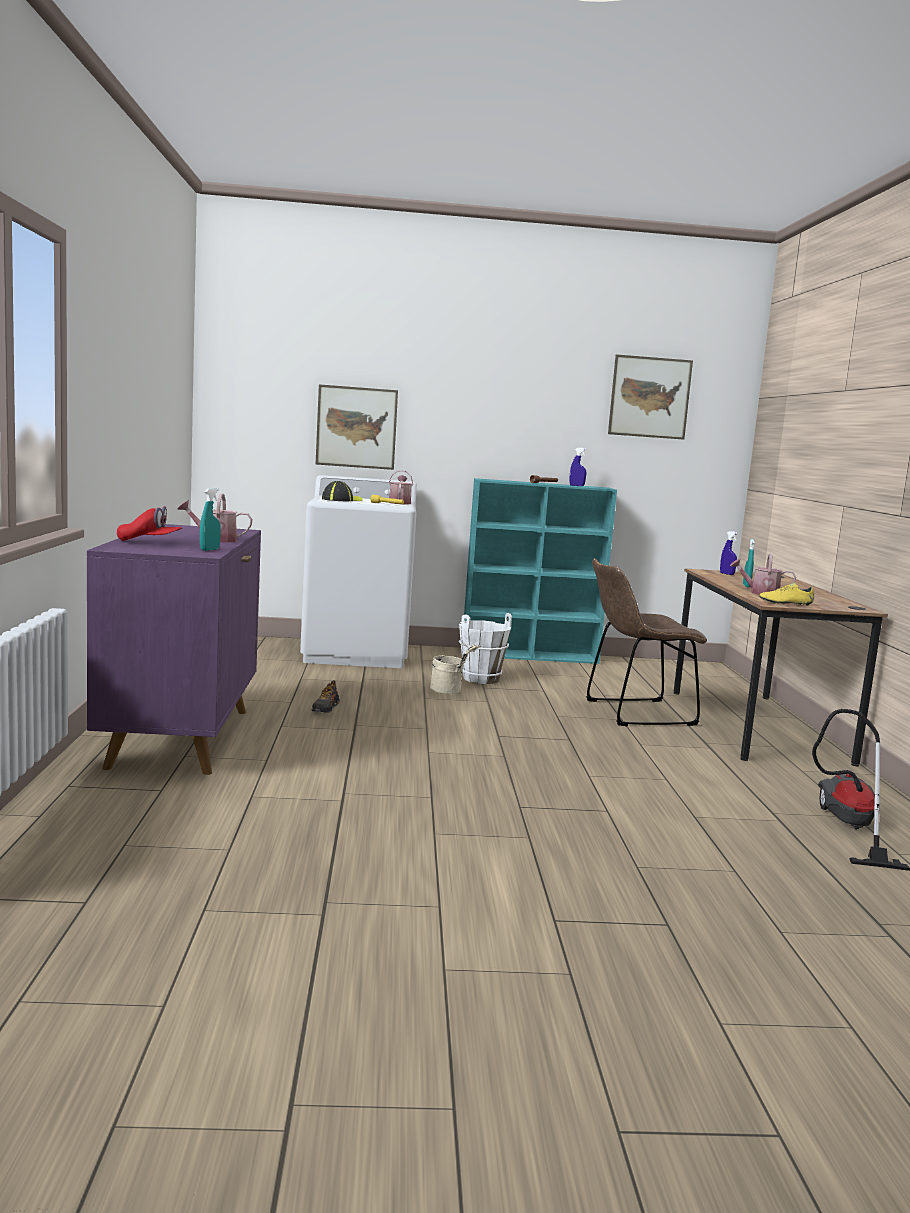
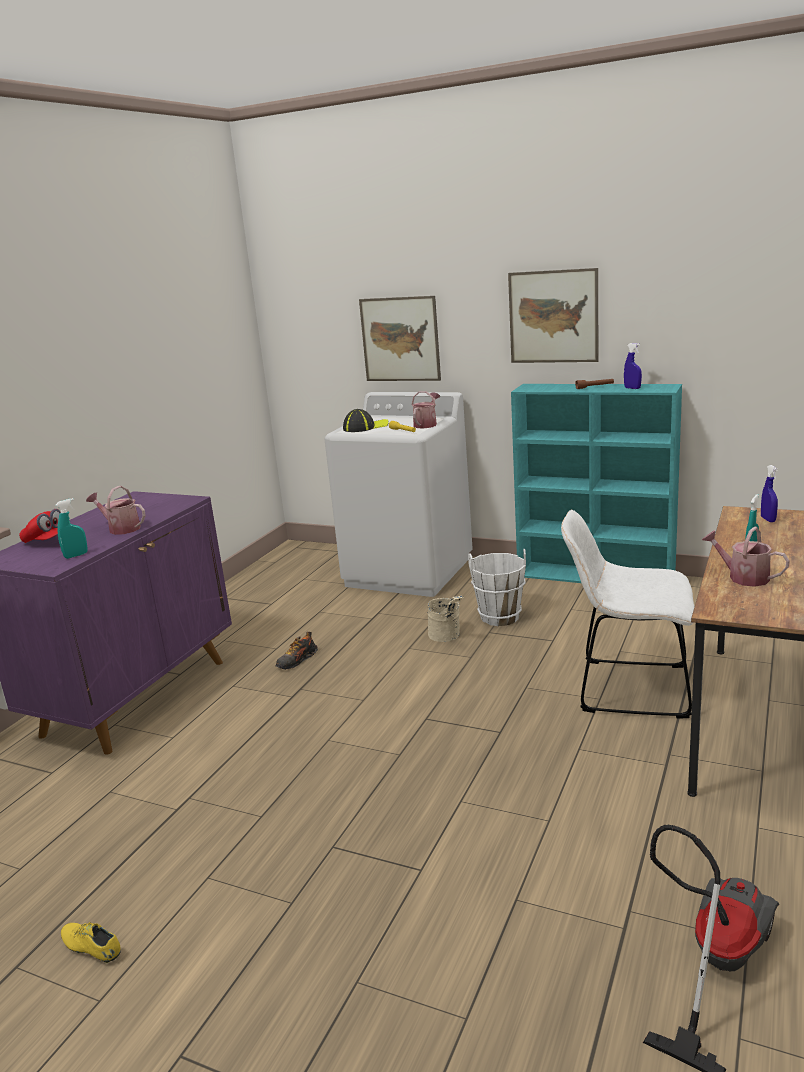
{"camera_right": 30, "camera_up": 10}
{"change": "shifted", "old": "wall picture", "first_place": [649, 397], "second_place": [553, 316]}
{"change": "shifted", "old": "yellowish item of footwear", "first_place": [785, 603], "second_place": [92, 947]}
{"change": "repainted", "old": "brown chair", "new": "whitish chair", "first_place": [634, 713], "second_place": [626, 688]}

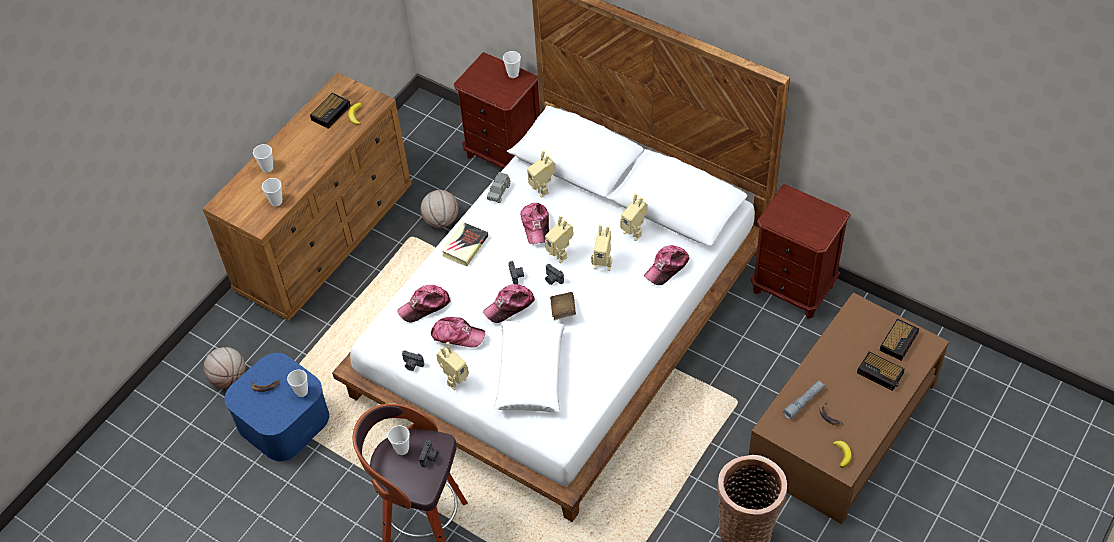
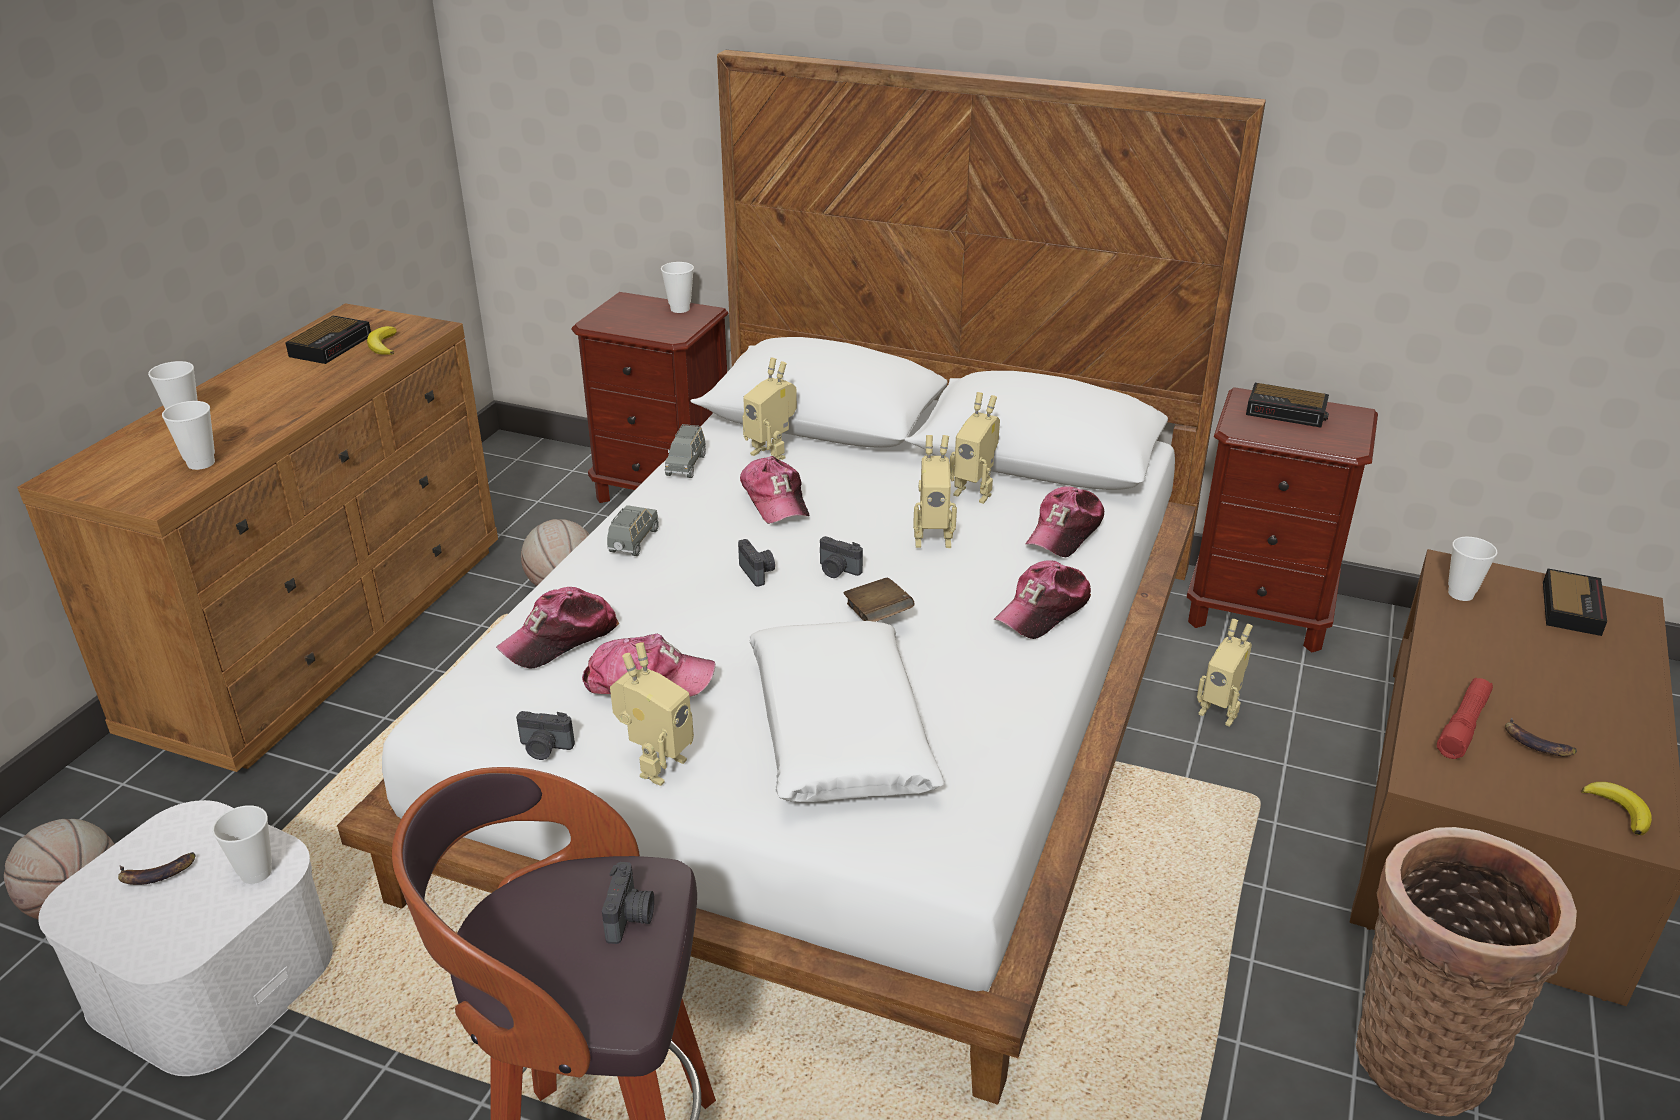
{"camera_right": -15, "camera_up": -20}
{"change": "shifted", "old": "drinking cup", "first_place": [402, 449], "second_place": [1460, 594]}
{"change": "shifted", "old": "cap", "first_place": [509, 306], "second_place": [1043, 610]}
{"change": "shifted", "old": "model robot", "first_place": [560, 254], "second_place": [1220, 711]}
{"change": "shifted", "old": "bedside clock", "first_place": [881, 373], "second_place": [1288, 412]}
{"change": "swapped", "old": "bound book", "new": "greyish toy car", "first_place": [465, 246], "second_place": [633, 541]}
{"change": "repainted", "old": "blue storage bin", "new": "whitish storage bin", "first_place": [283, 420], "second_place": [212, 977]}
{"change": "repainted", "old": "greyish flashlight", "new": "red flashlight", "first_place": [804, 402], "second_place": [1463, 725]}

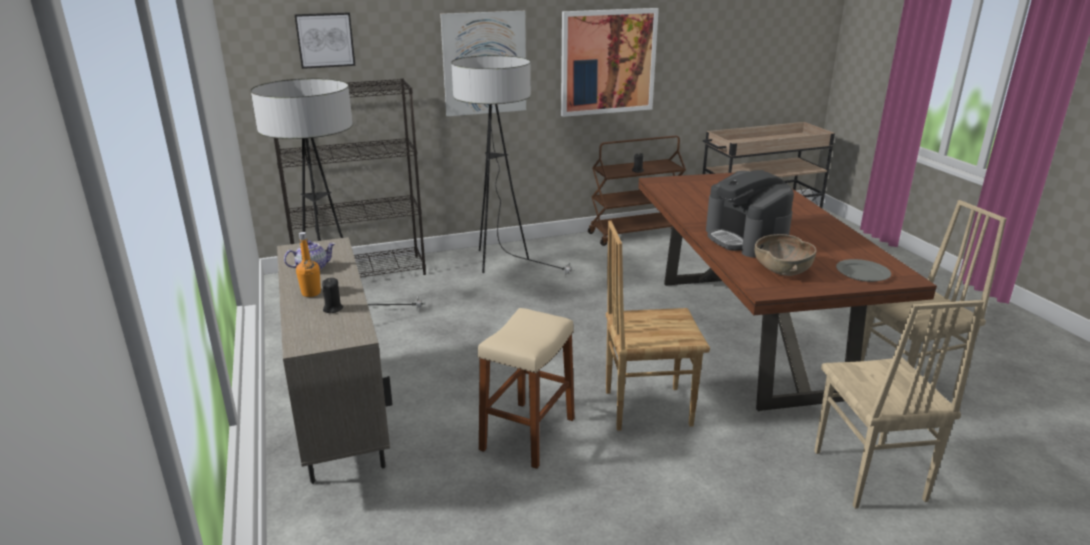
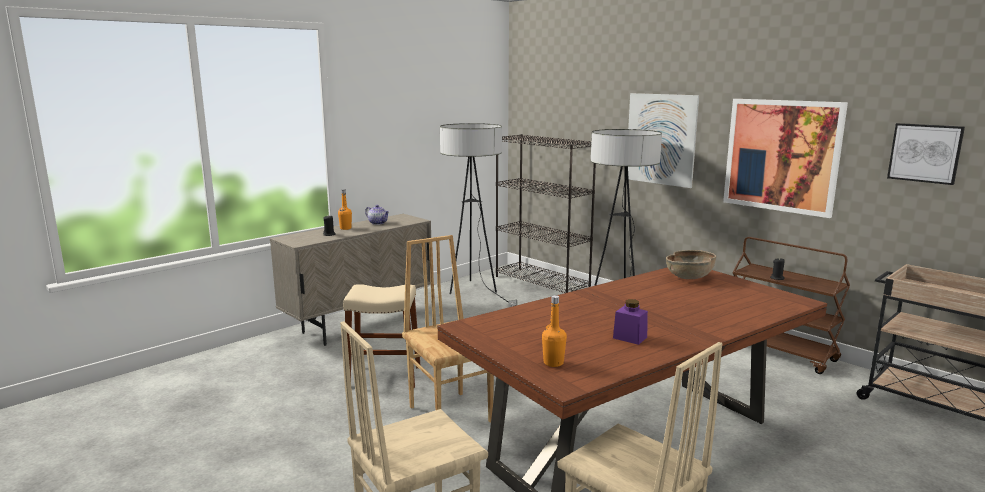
{"camera_right": 65, "camera_up": -10}
{"change": "gone", "old": "coffee maker", "first_place": [746, 239]}
{"change": "new", "new": "purple jar", "second_place": [630, 337]}
{"change": "shifted", "old": "wall picture", "first_place": [325, 40], "second_place": [925, 153]}
{"change": "shifted", "old": "brown bowl", "first_place": [782, 270], "second_place": [689, 277]}
{"change": "swapped", "old": "greyish flat dish", "new": "orange-coloured bottle", "first_place": [862, 273], "second_place": [553, 363]}

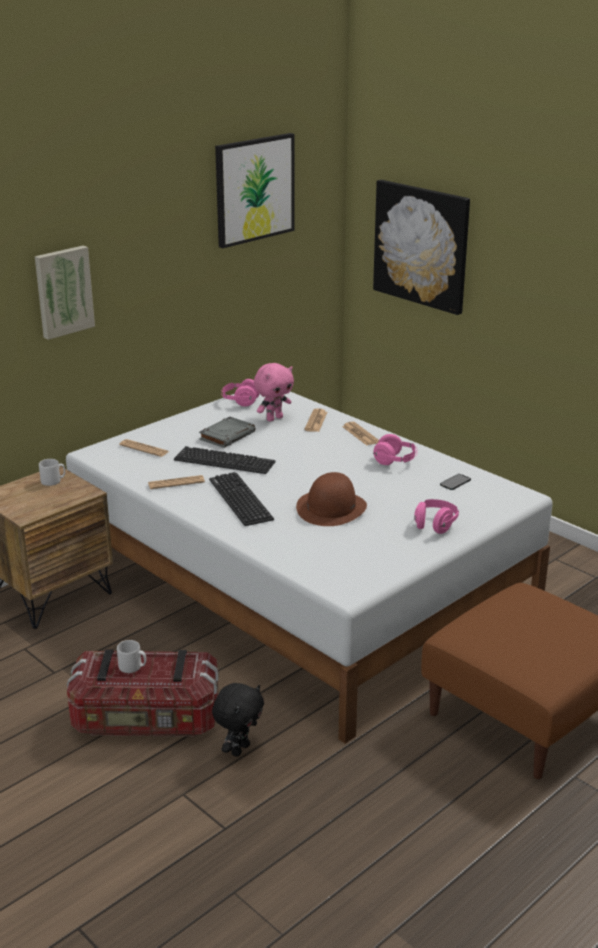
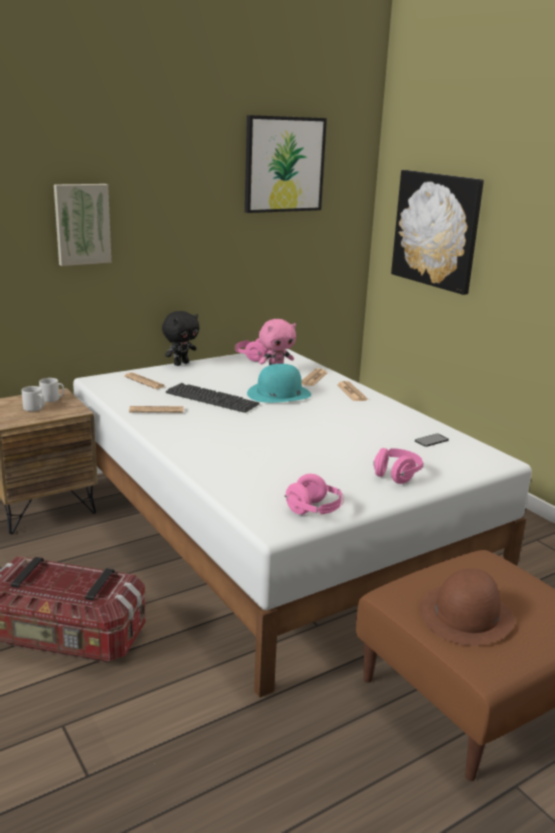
{"camera_right": 10, "camera_up": -5}
{"change": "gone", "old": "greyish bound book", "first_place": [227, 436]}
{"change": "gone", "old": "keyboard", "first_place": [240, 500]}
{"change": "new", "new": "blue-green wearable hat", "second_place": [278, 394]}
{"change": "shifted", "old": "greyish tea mug", "first_place": [133, 667], "second_place": [35, 408]}
{"change": "shifted", "old": "blackish plush toy", "first_place": [239, 749], "second_place": [181, 363]}
{"change": "shifted", "old": "brown wearable hat", "first_place": [331, 508], "second_place": [466, 615]}
{"change": "shifted", "old": "pink pair of headphones", "first_place": [395, 461], "second_place": [314, 511]}

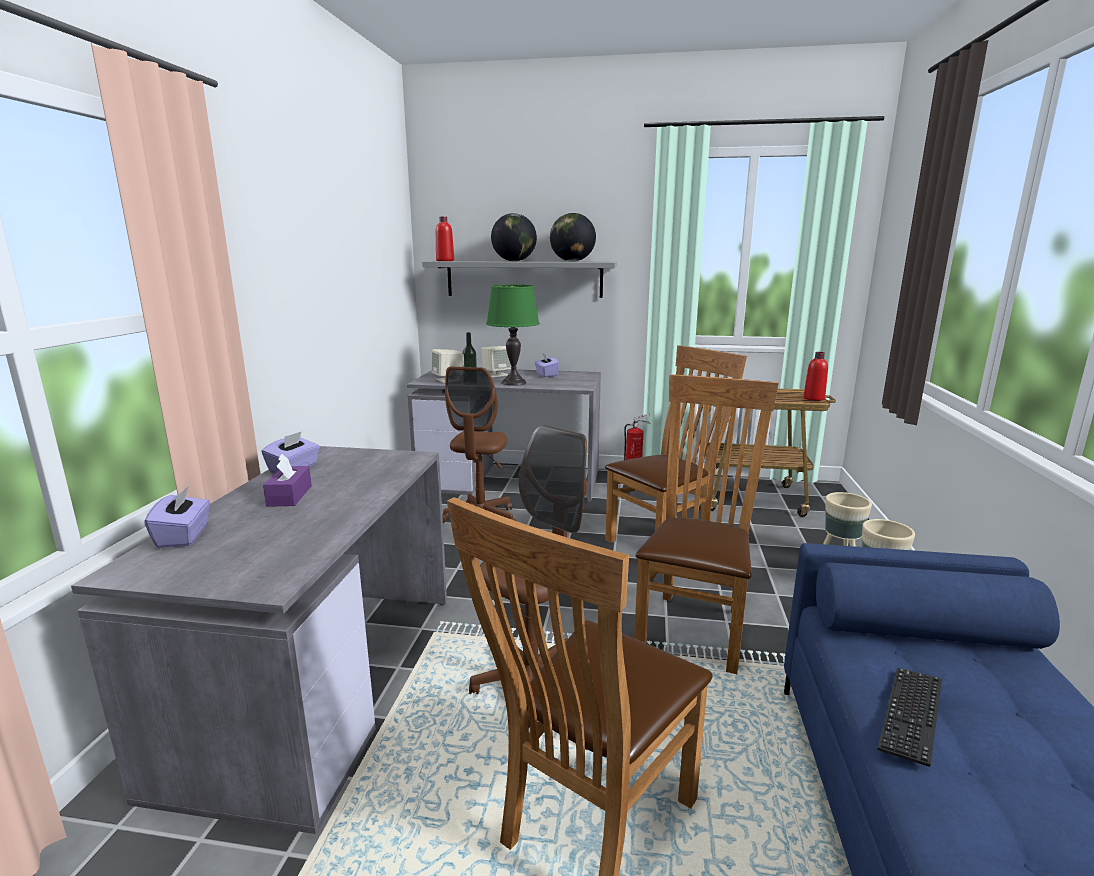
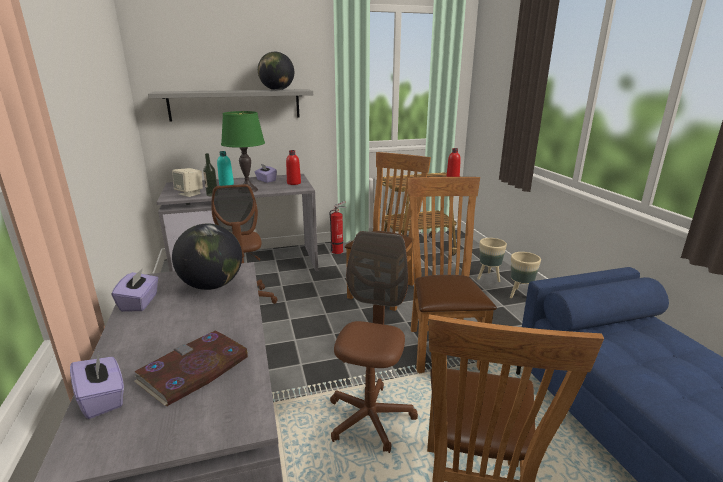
{"camera_right": -25, "camera_up": 5}
{"change": "gone", "old": "purple tissue holder", "first_place": [289, 496]}
{"change": "gone", "old": "keyboard", "first_place": [911, 715]}
{"change": "new", "new": "bound book", "second_place": [194, 370]}
{"change": "shifted", "old": "red bottle", "first_place": [445, 261], "second_place": [294, 183]}
{"change": "shifted", "old": "desk globe", "first_place": [514, 261], "second_place": [212, 285]}
{"change": "swapped", "old": "sand-coloured speaker", "new": "blue-green bottle", "first_place": [497, 374], "second_place": [226, 184]}

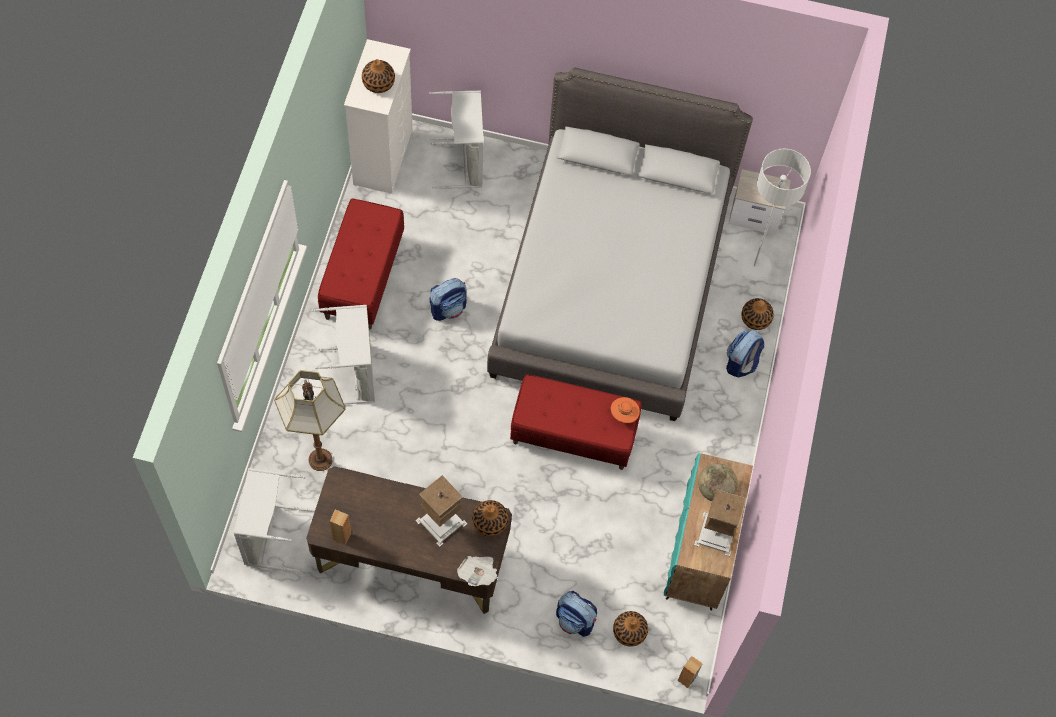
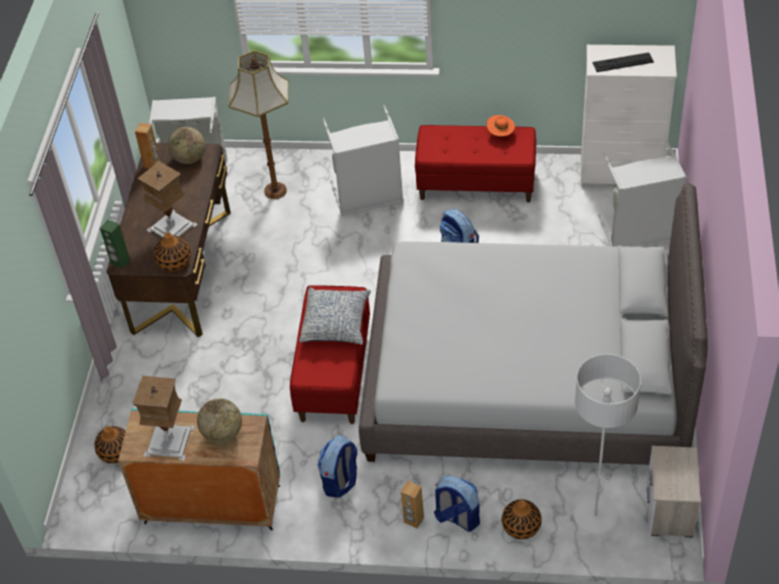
{"camera_right": 90, "camera_up": -15}
{"change": "new", "new": "desk globe", "second_place": [189, 158]}
{"change": "new", "new": "pillow", "second_place": [336, 323]}
{"change": "shifted", "old": "knapsack", "first_place": [575, 620], "second_place": [340, 481]}
{"change": "shifted", "old": "orange-coloured wearable hat", "first_place": [624, 414], "second_place": [500, 134]}
{"change": "shifted", "old": "brown speaker", "first_place": [687, 679], "second_place": [413, 520]}
{"change": "swapped", "old": "decorative vase", "new": "keyboard", "first_place": [378, 83], "second_place": [623, 62]}
{"change": "swapped", "old": "printed paper", "new": "greenish speaker", "first_place": [478, 573], "second_place": [120, 262]}

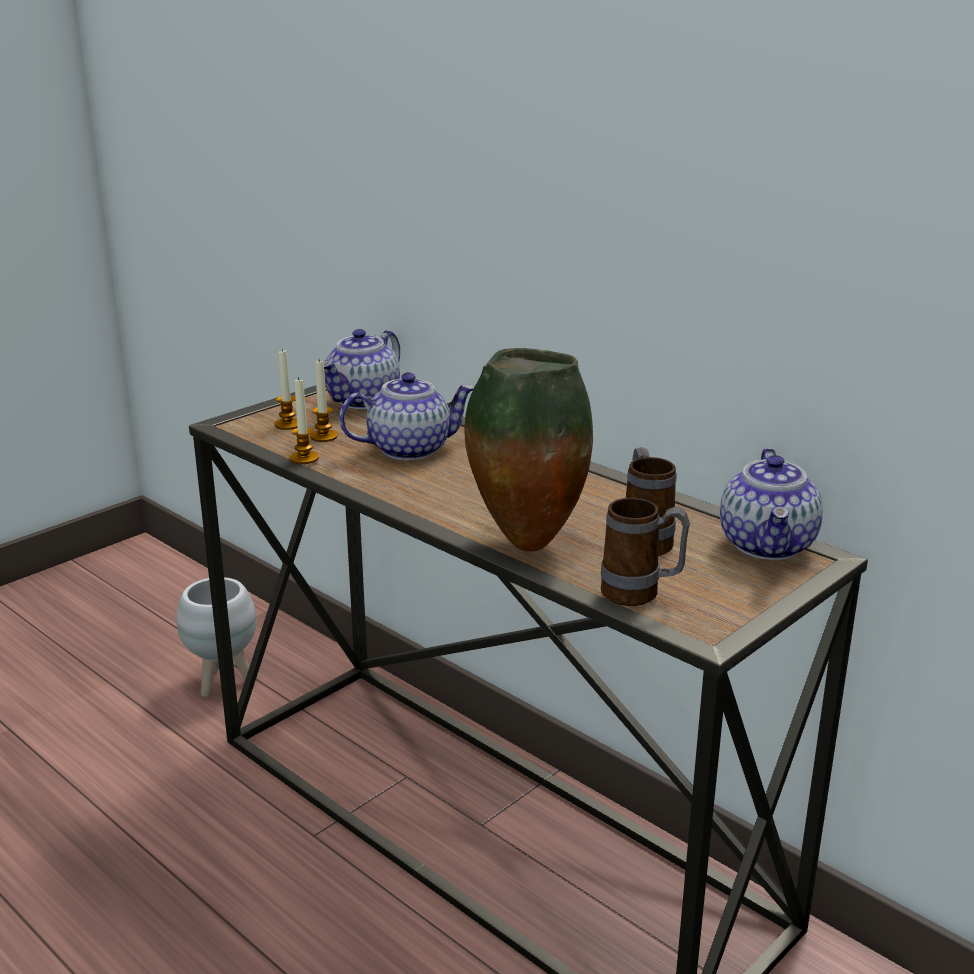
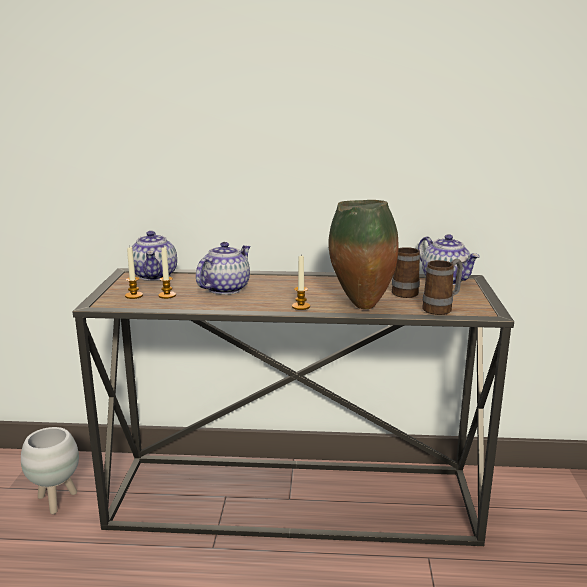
{"camera_right": -40, "camera_up": -5}
{"change": "shifted", "old": "candle", "first_place": [304, 458], "second_place": [301, 306]}

